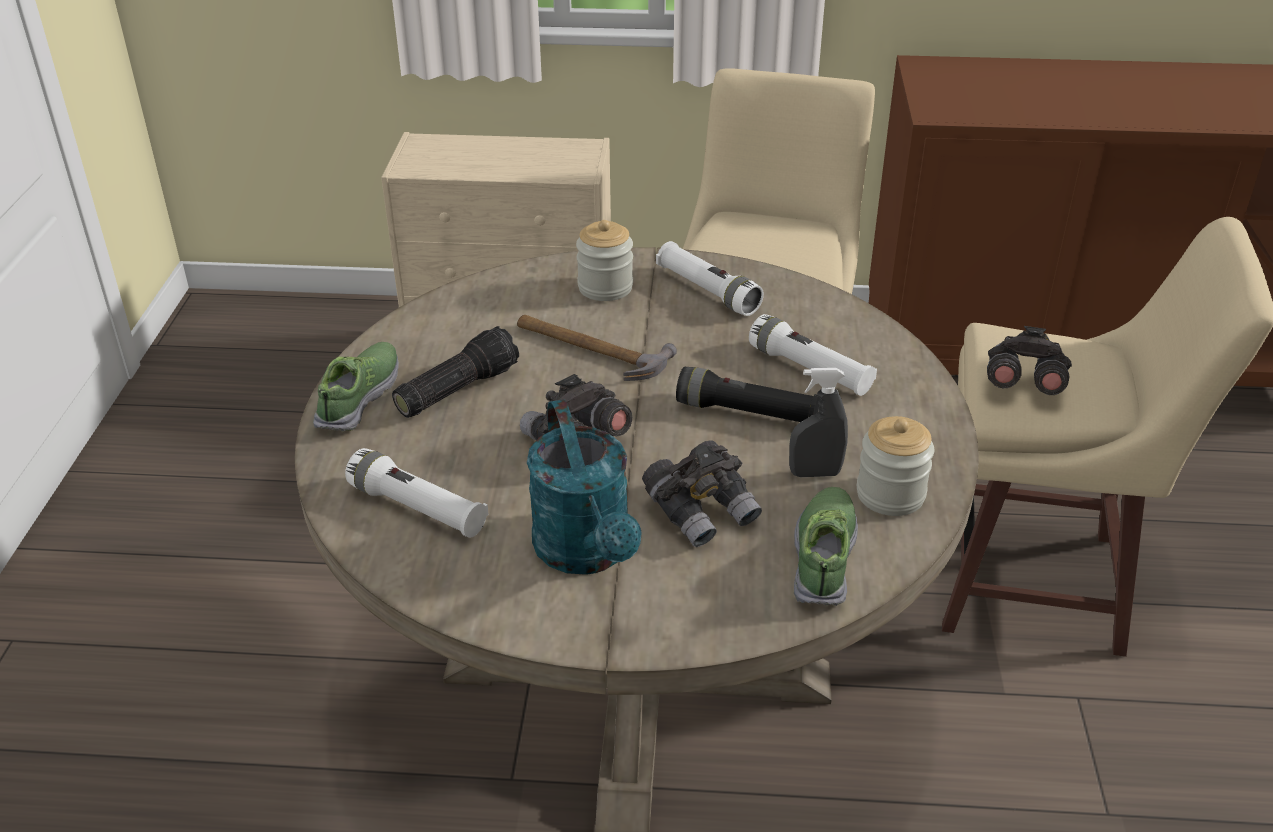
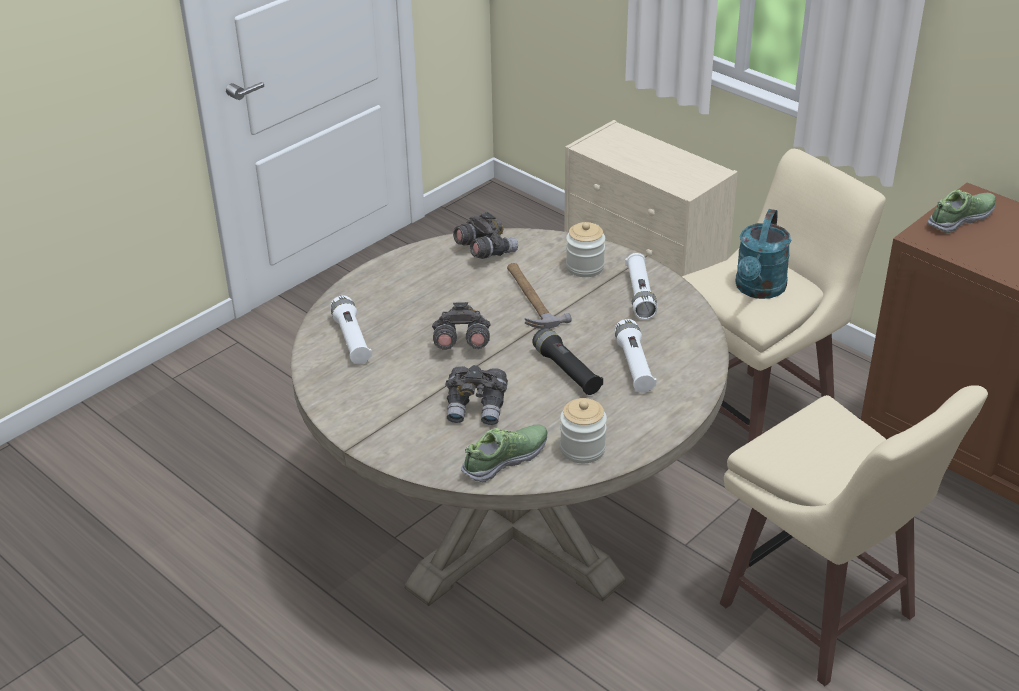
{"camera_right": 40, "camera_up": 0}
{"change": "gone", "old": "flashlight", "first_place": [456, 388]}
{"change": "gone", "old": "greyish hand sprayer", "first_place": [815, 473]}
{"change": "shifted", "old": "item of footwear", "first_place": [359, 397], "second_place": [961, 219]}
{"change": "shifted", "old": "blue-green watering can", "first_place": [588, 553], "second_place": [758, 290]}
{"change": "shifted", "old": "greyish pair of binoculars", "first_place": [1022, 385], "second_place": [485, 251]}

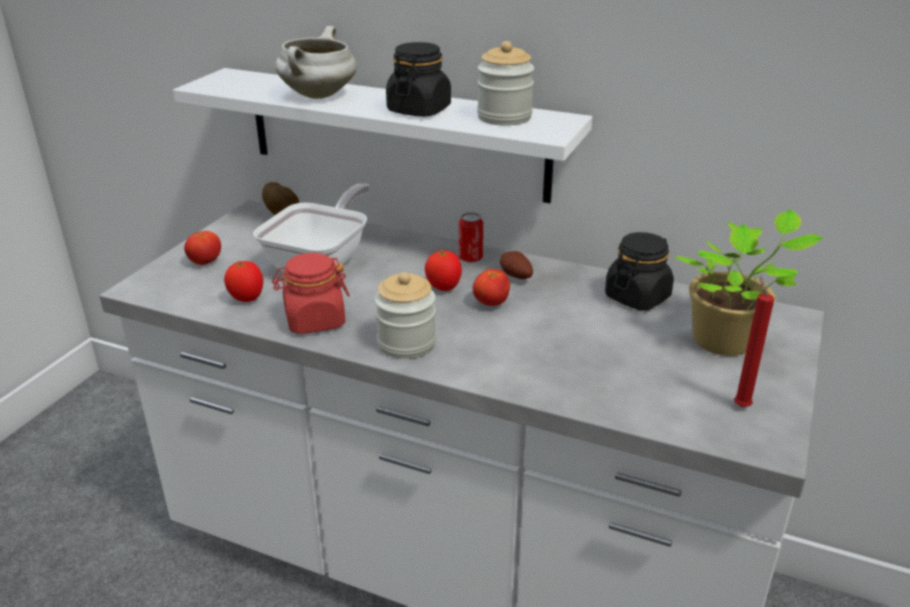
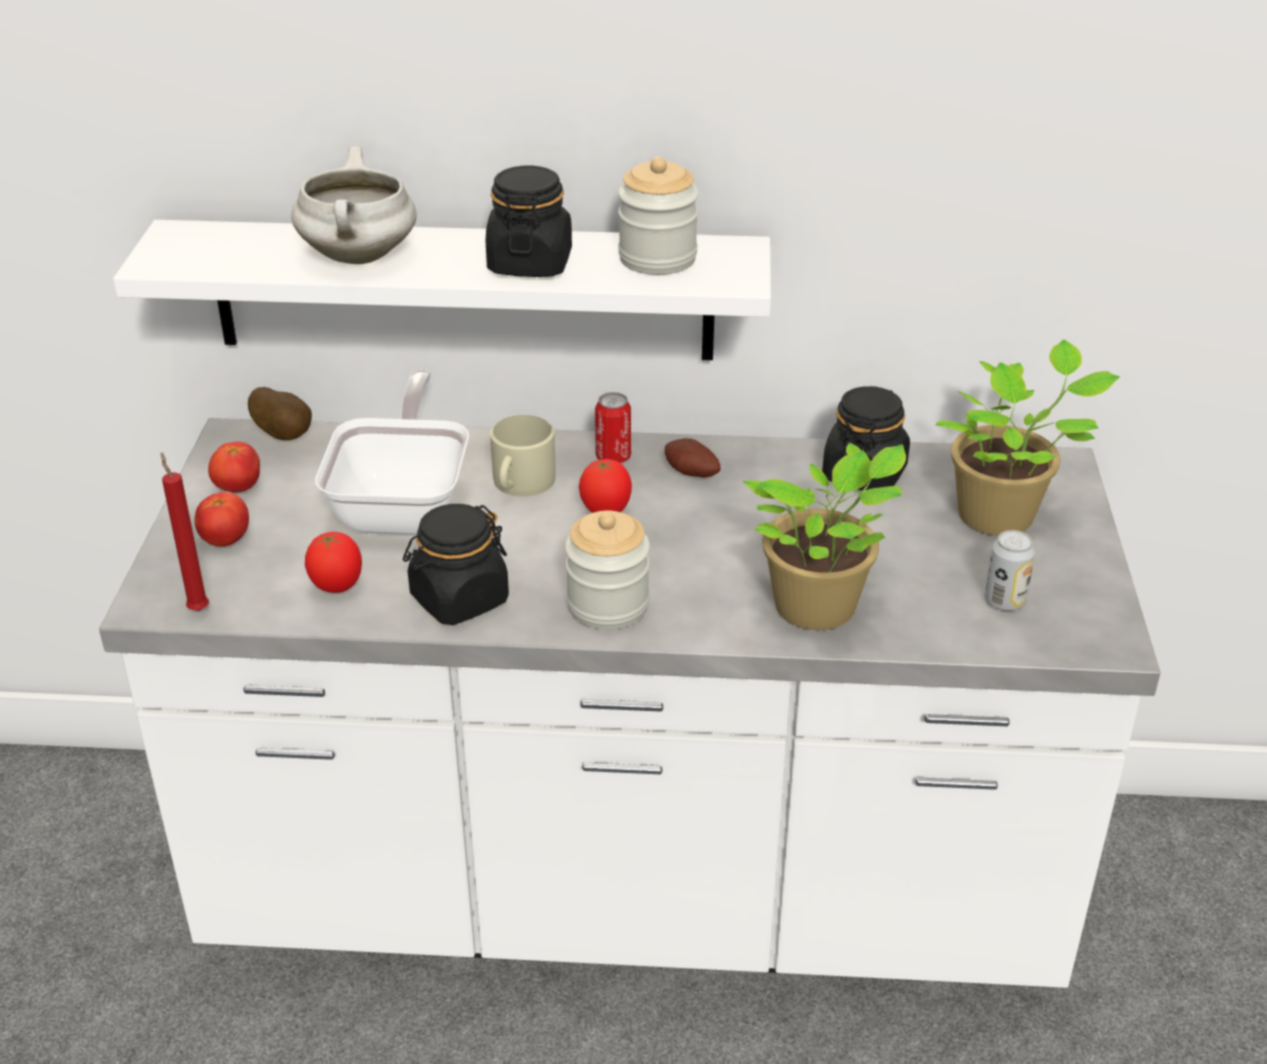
{"camera_right": -20, "camera_up": 5}
{"change": "new", "new": "sand-coloured tea mug", "second_place": [520, 483]}
{"change": "new", "new": "plant in a pot", "second_place": [820, 609]}
{"change": "new", "new": "sealed can", "second_place": [1004, 601]}
{"change": "shifted", "old": "tomato", "first_place": [491, 303], "second_place": [238, 488]}
{"change": "shifted", "old": "red candle", "first_place": [740, 405], "second_place": [197, 608]}
{"change": "repainted", "old": "red jar", "new": "blackish jar", "first_place": [314, 320], "second_place": [459, 599]}

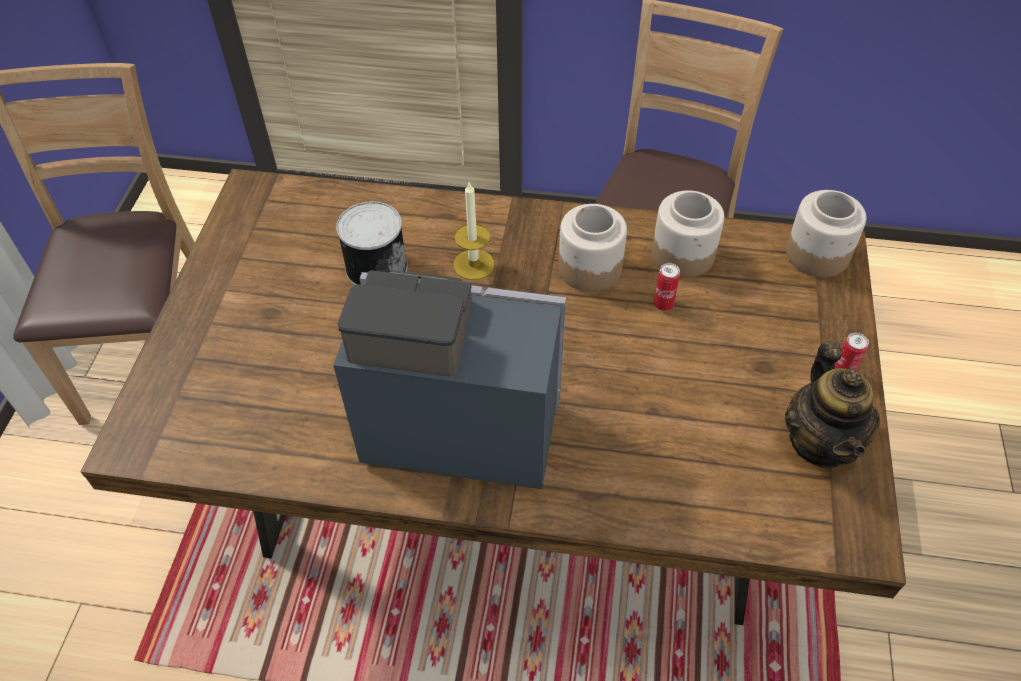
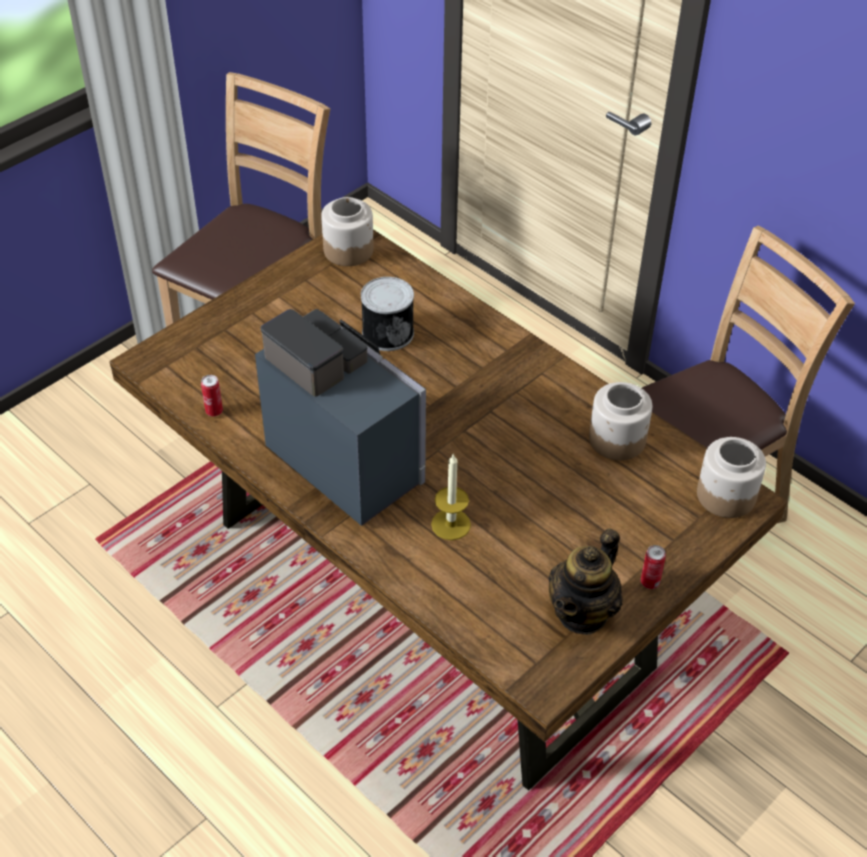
{"camera_right": 35, "camera_up": -5}
{"change": "shifted", "old": "candle", "first_place": [474, 264], "second_place": [451, 524]}
{"change": "shifted", "old": "jar", "first_place": [589, 268], "second_place": [348, 250]}
{"change": "shifted", "old": "sealed can", "first_place": [663, 304], "second_place": [214, 411]}

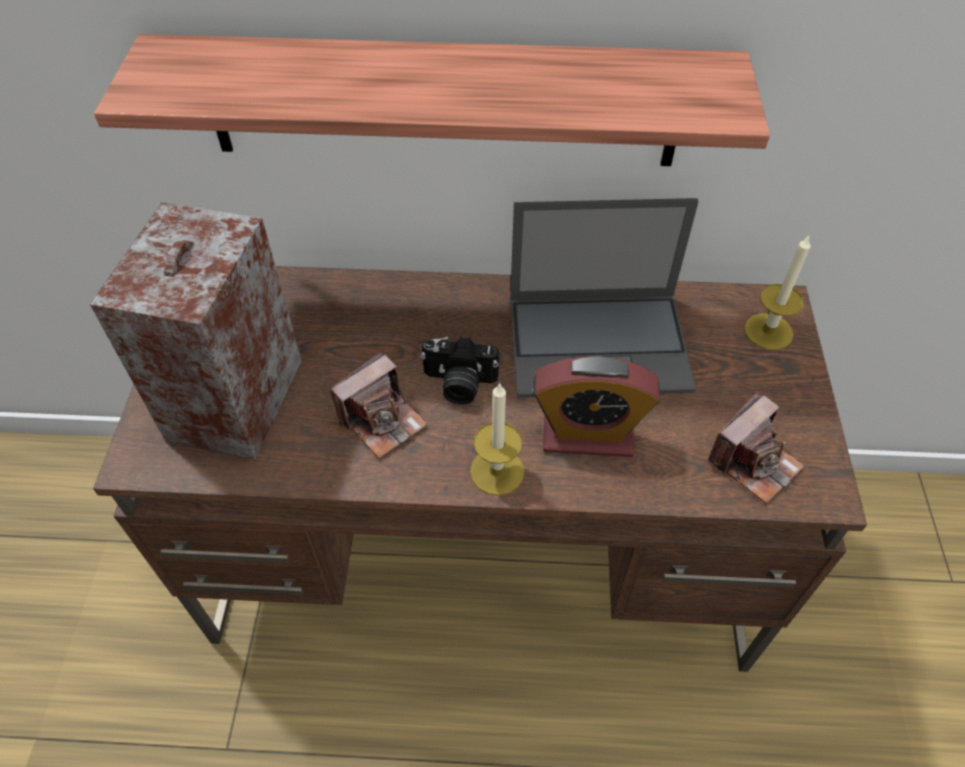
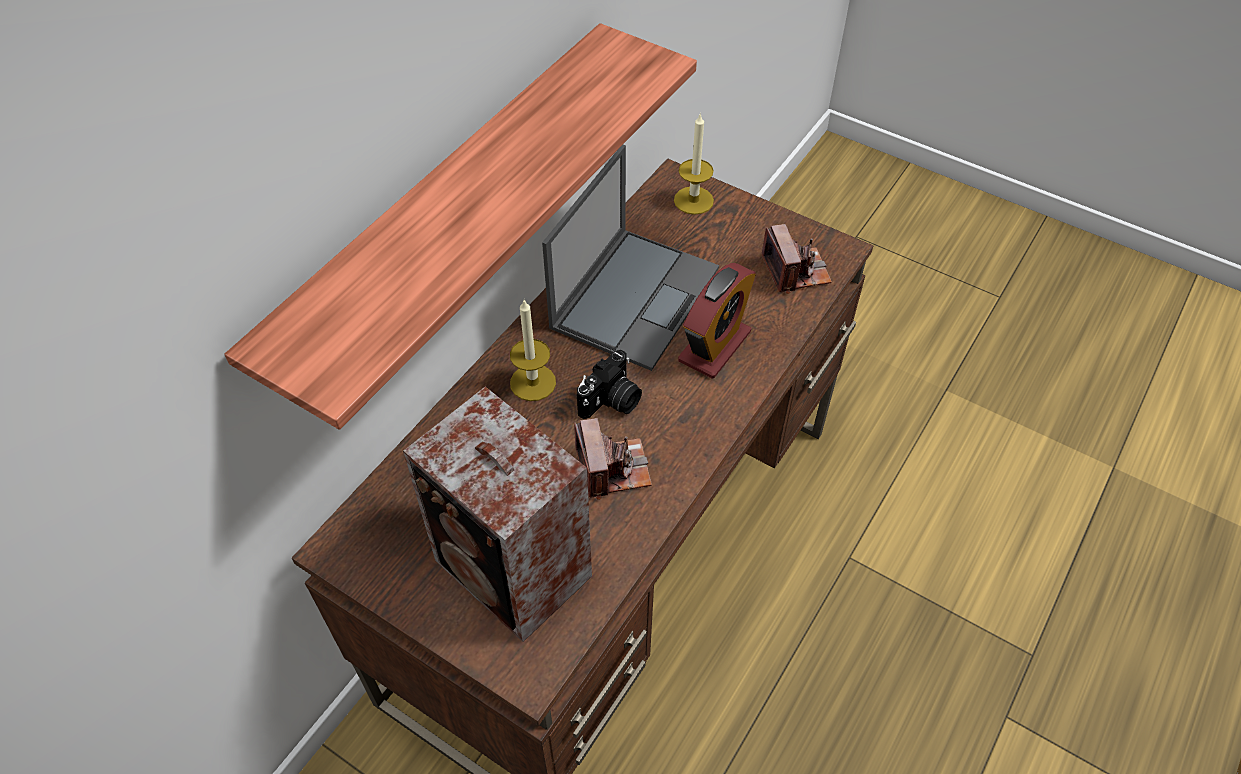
{"camera_right": -60, "camera_up": 0}
{"change": "shifted", "old": "candle", "first_place": [497, 471], "second_place": [533, 382]}

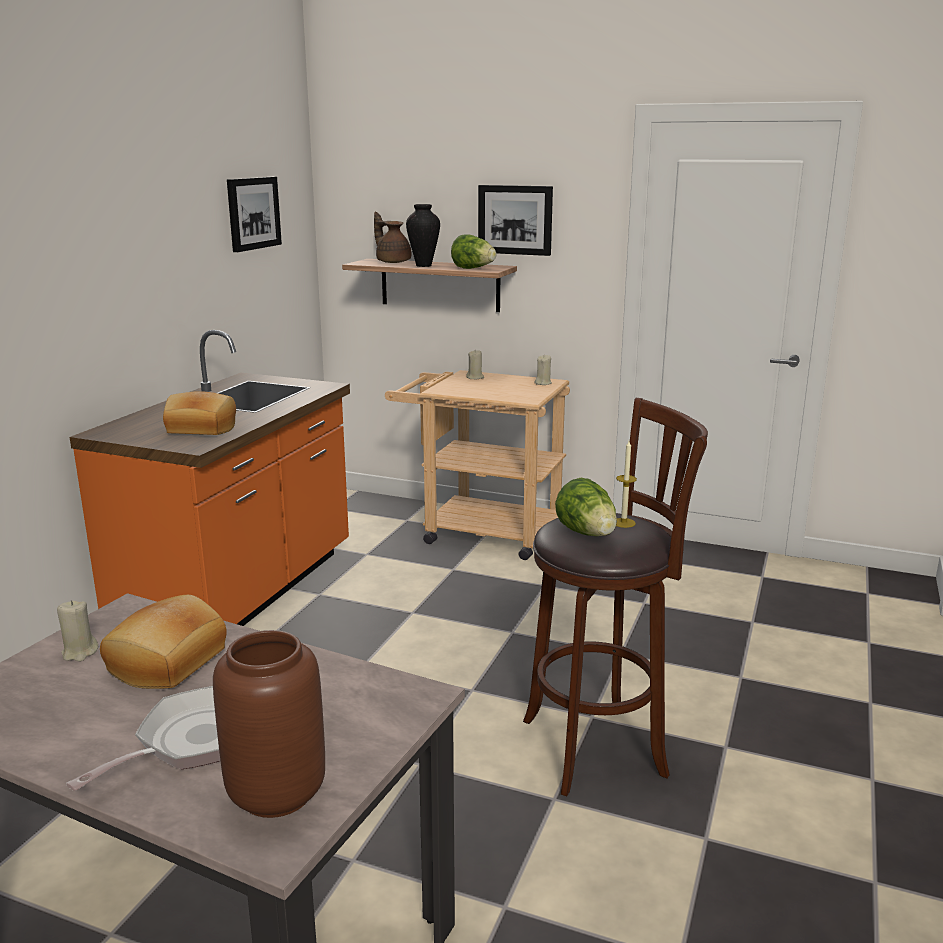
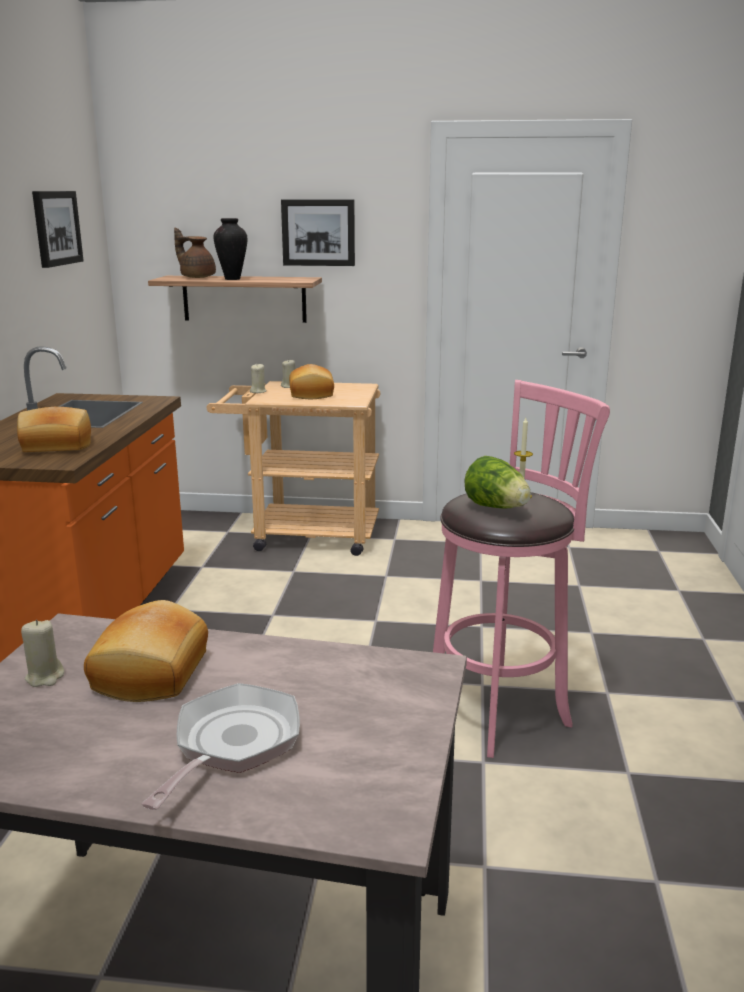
{"camera_right": -15, "camera_up": 0}
{"change": "gone", "old": "brown decorative vase", "first_place": [279, 793]}
{"change": "gone", "old": "lettuce", "first_place": [473, 269]}
{"change": "new", "new": "bakery bread", "second_place": [312, 394]}
{"change": "shifted", "old": "sand-coloured candle", "first_place": [543, 383], "second_place": [258, 391]}
{"change": "repainted", "old": "brown stool seat", "new": "pink stool seat", "first_place": [601, 745], "second_place": [502, 708]}

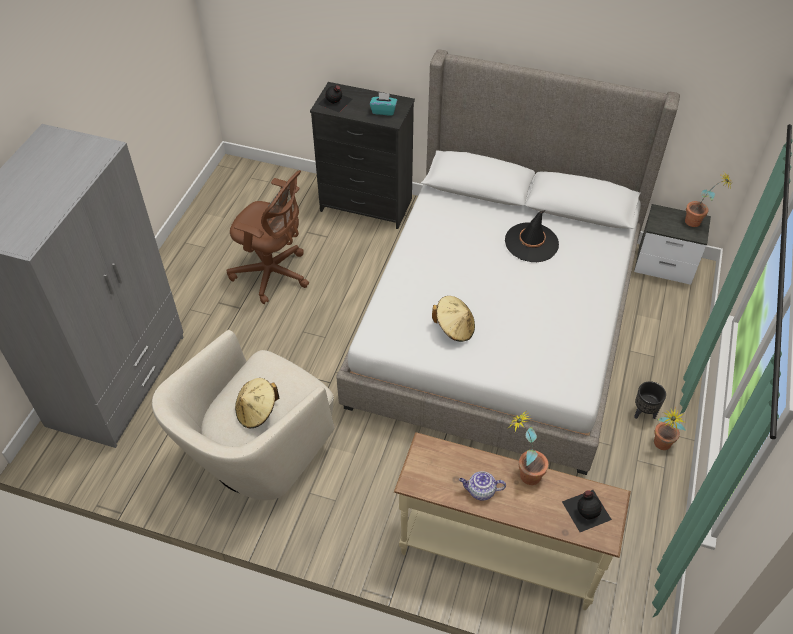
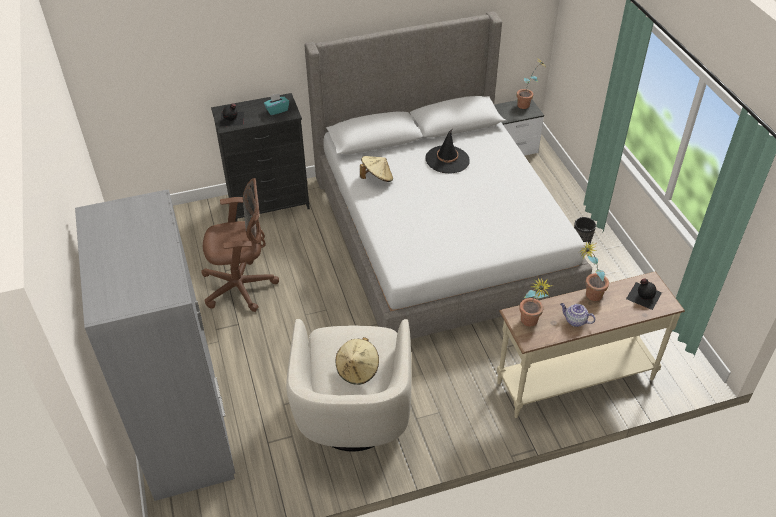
{"camera_right": -35, "camera_up": -5}
{"change": "shifted", "old": "sand-coloured wearable hat", "first_place": [454, 328], "second_place": [377, 178]}
{"change": "shifted", "old": "plant in a pot", "first_place": [660, 447], "second_place": [530, 324]}
{"change": "rotated", "old": "pot for tea", "first_place": [480, 491], "second_place": [575, 321], "degrees": 60}

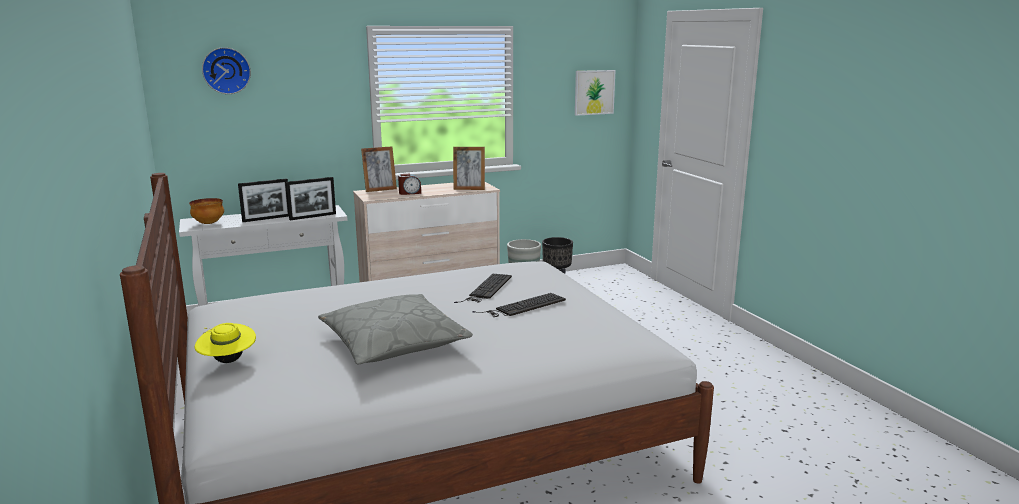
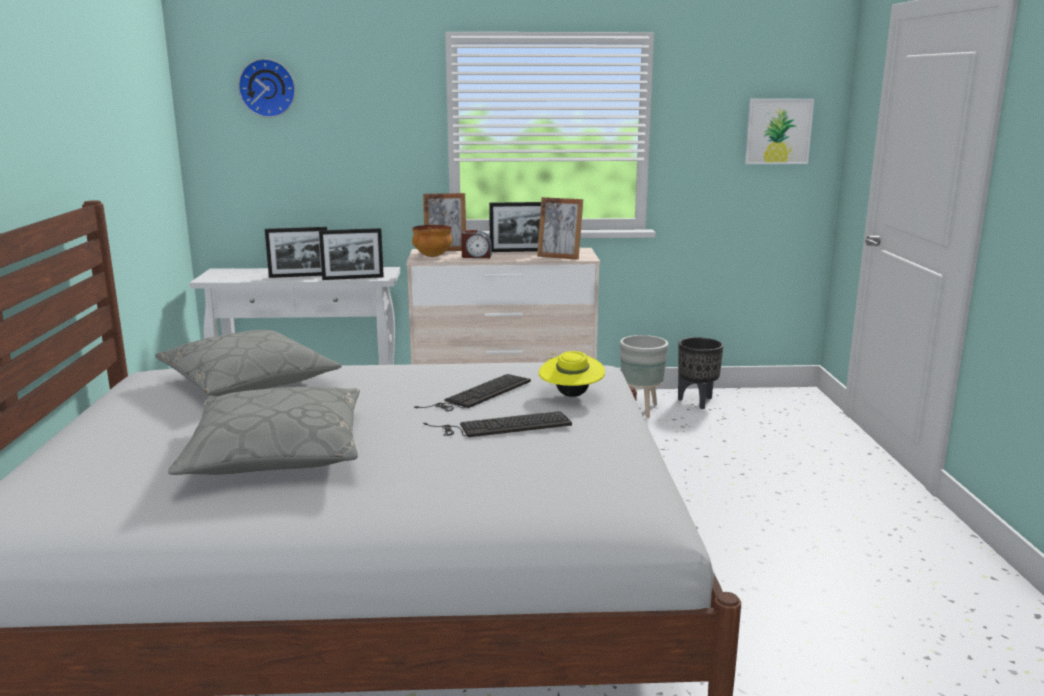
{"camera_right": 20, "camera_up": 0}
{"change": "new", "new": "greyish pillow", "second_place": [249, 381]}
{"change": "new", "new": "photo frame", "second_place": [519, 251]}
{"change": "shifted", "old": "bowl", "first_place": [208, 223], "second_place": [432, 256]}
{"change": "shifted", "old": "yellowish wearable hat", "first_place": [228, 361], "second_place": [571, 395]}

